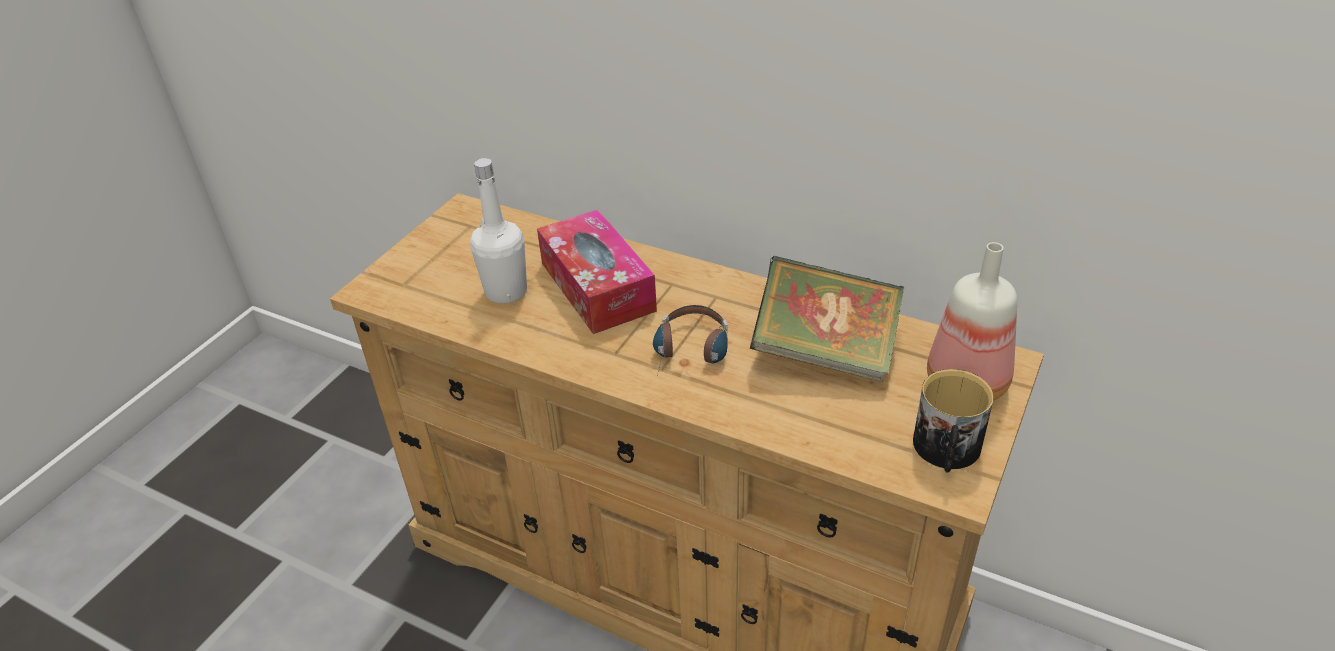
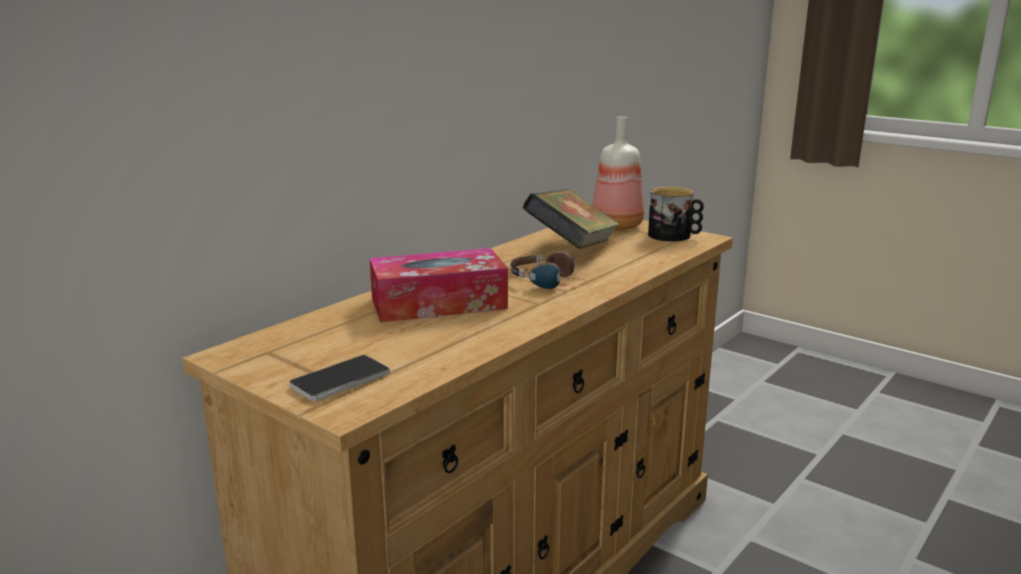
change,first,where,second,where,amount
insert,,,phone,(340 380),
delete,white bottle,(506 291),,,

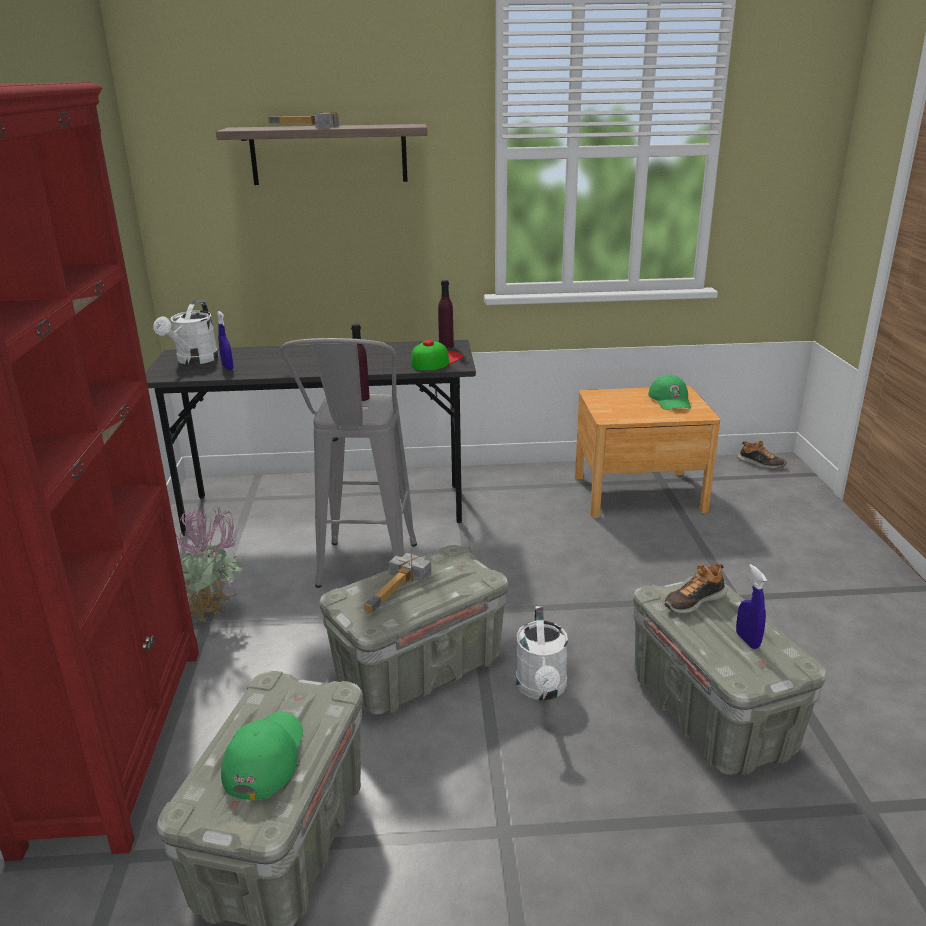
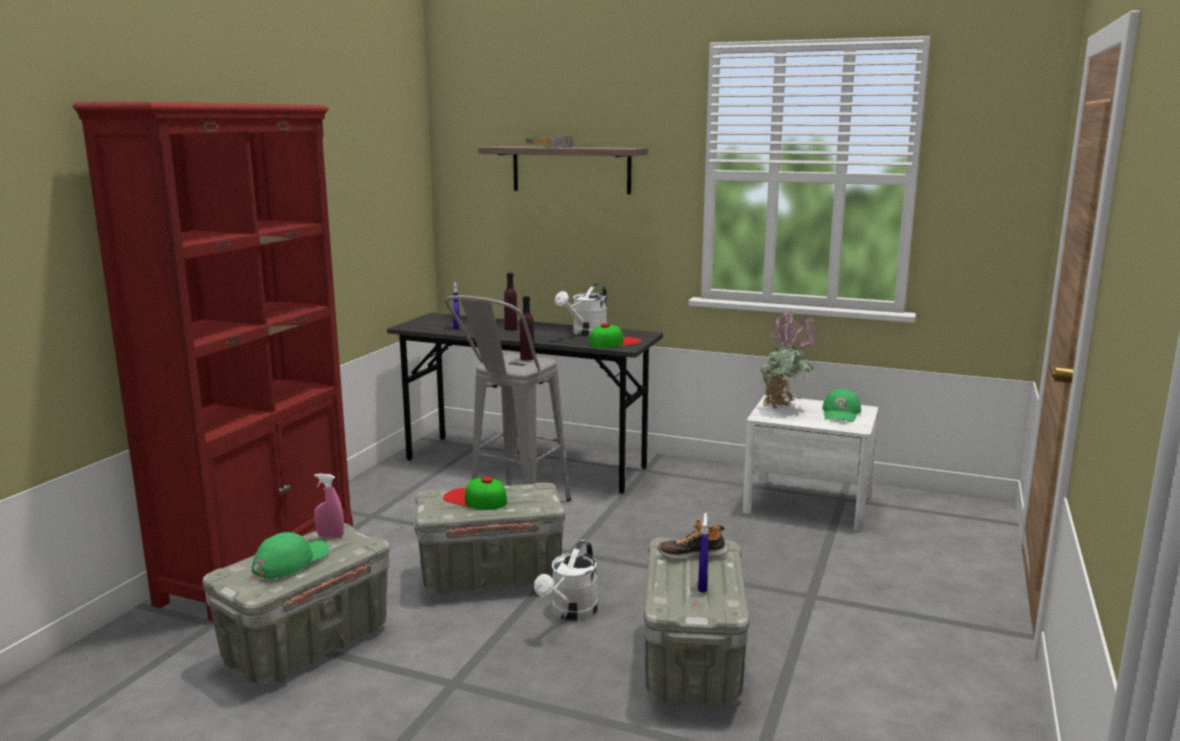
change,first,where,second,where,amount
insert,,,pink spray bottle,(330 536),
replace,hammer,(400 590),cap,(475 499),
move,purple bottle,(446 345),,(511 329),
move,white watering can,(194 361),,(586 333),
recolor,brown nightstand,(638 493),white nightstand,(807 504),
move,potted plant,(216 616),,(784 408),
delete,shoe,(760 463),,,

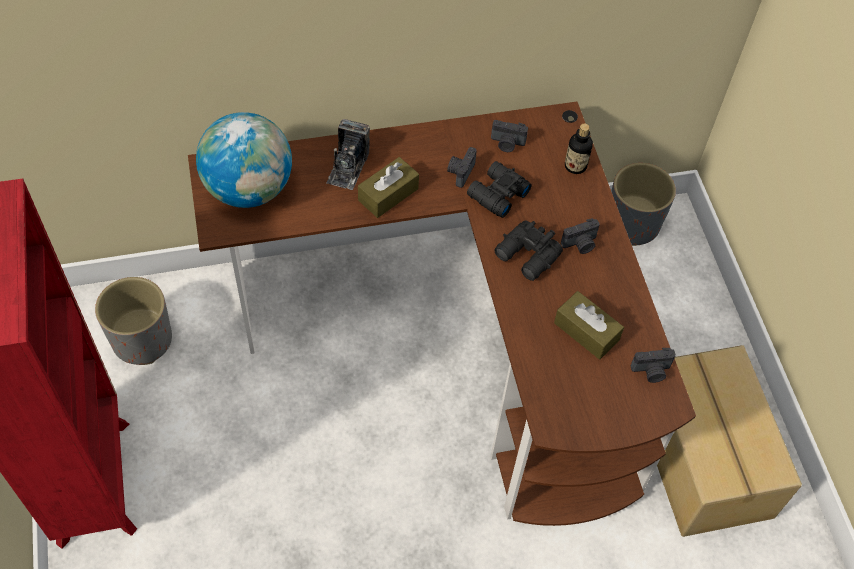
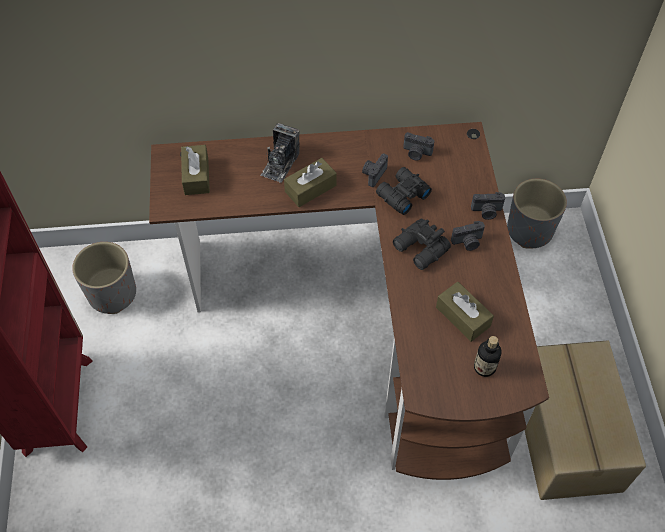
change,first,where,second,where,amount
replace,globe,(249 189),brown tissue box,(196 176),
move,photo camera,(651 371),,(486 212),
move,bottle,(575 166),,(484 367),

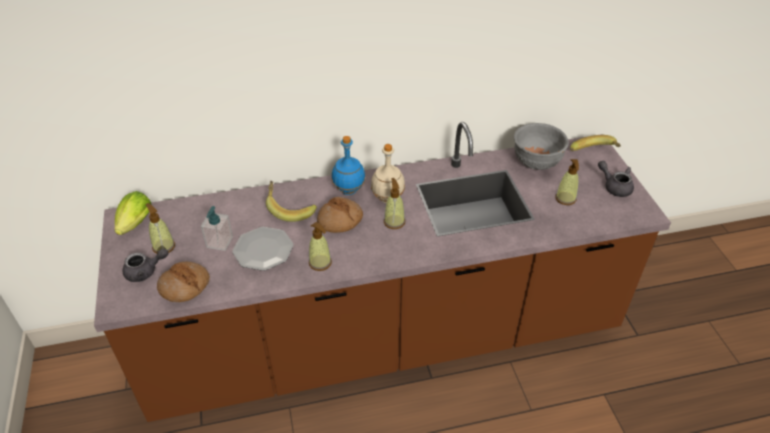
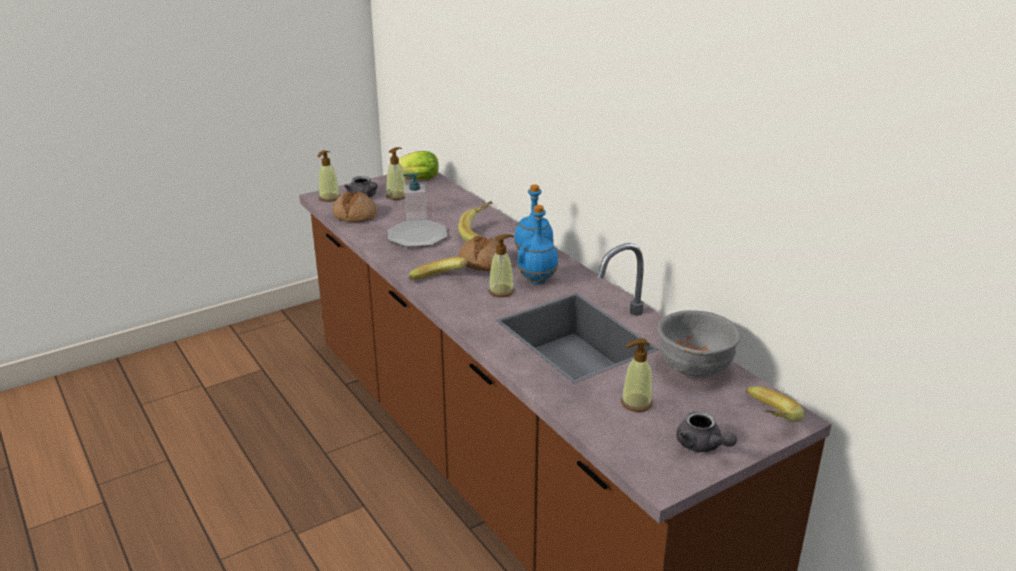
change,first,where,second,where,amount
move,soap dispenser,(320 263),,(329 198),
insert,,,banana,(441 282),
recolor,beige bottle,(387 198),blue bottle,(537 280),
rotate,grey teapot,(615 186),,(702 446),120 degrees clockwise

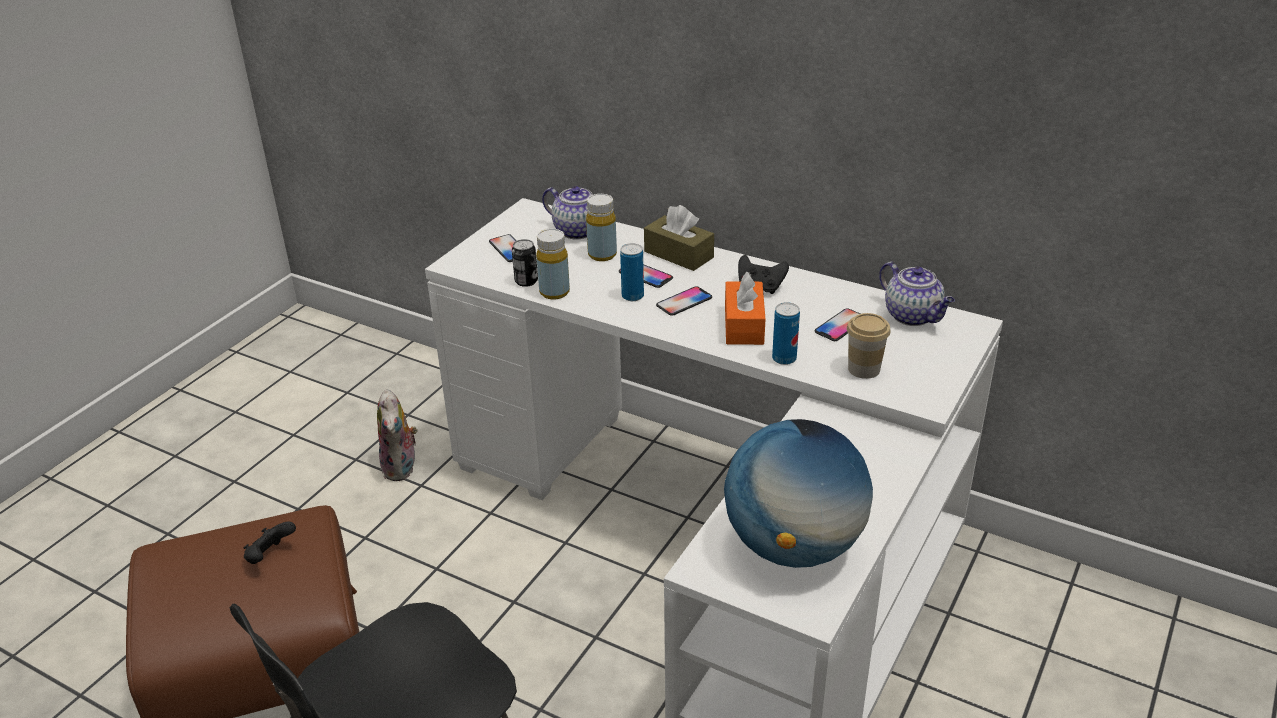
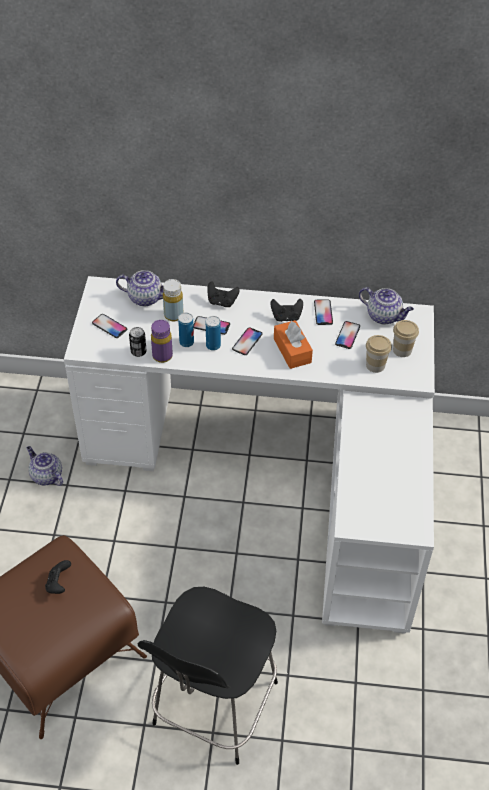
change,first,where,second,where,amount
replace,plush toy,(402 468),teapot,(46 476),
recolor,yellow bottle,(554 292),purple bottle,(162 356),
move,can,(784 359),,(186 342),
replace,brown tissue box,(678 254),black game controller,(222 302),
insert,,,phone,(323 312),
insert,,,cup,(402 350),
delete,globe,(793 546),,,

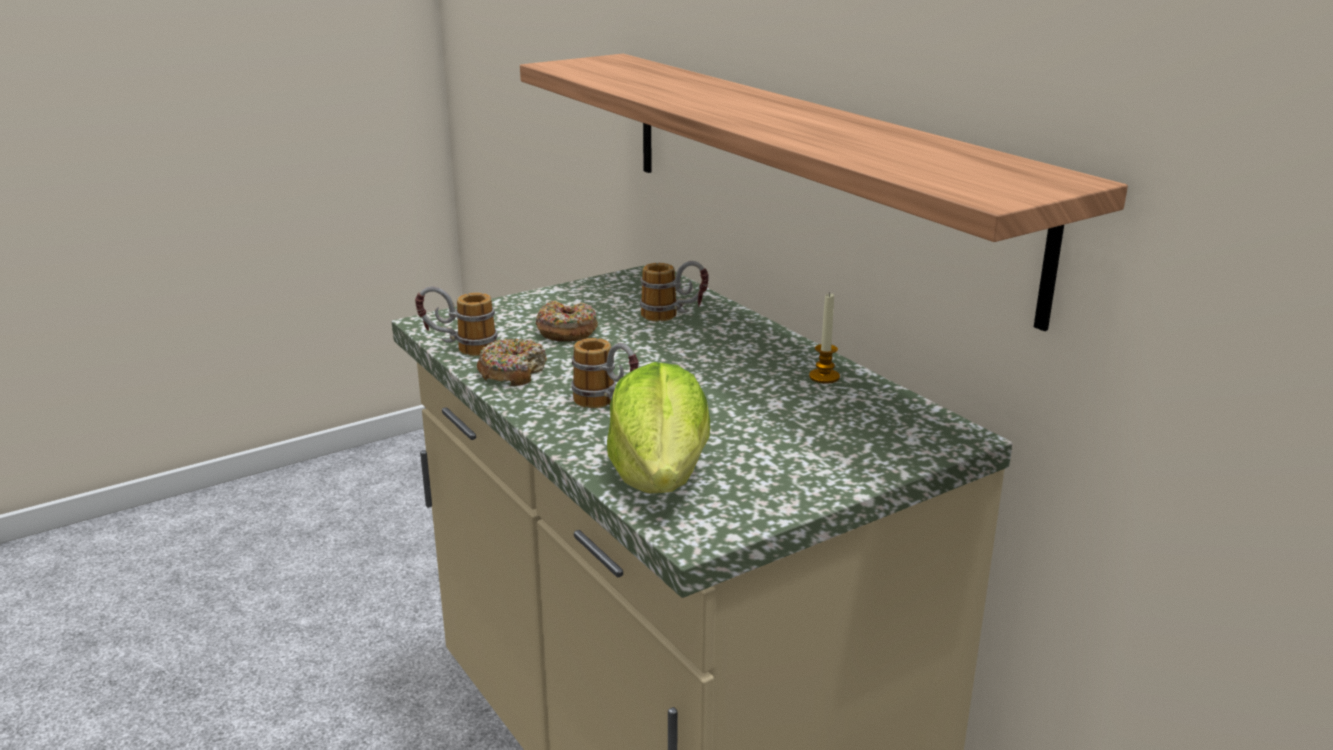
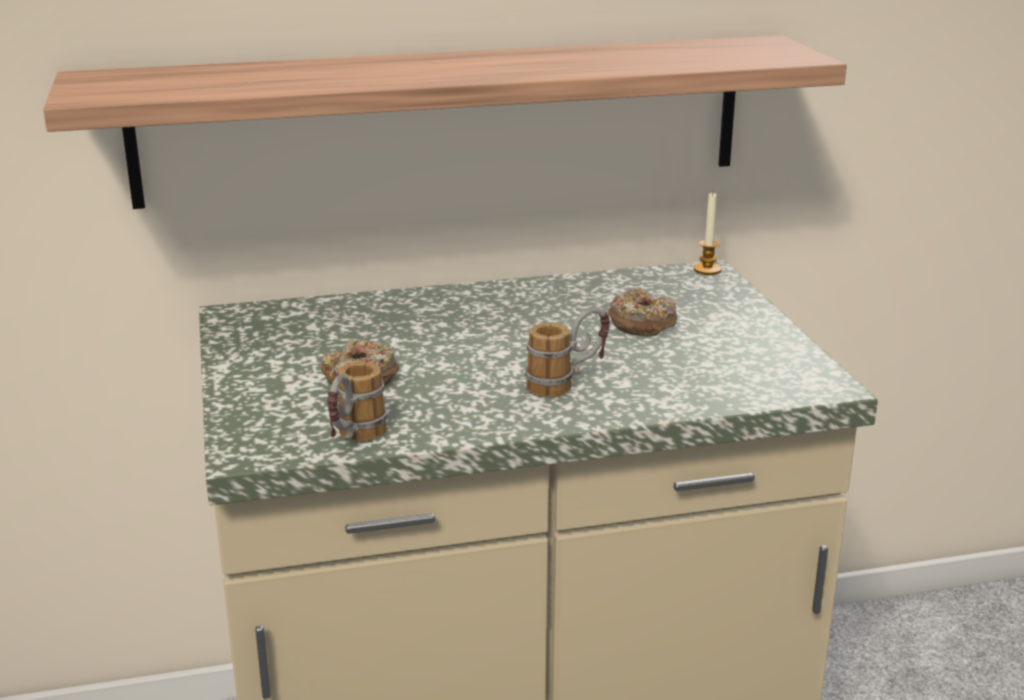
change,first,where,second,where,amount
move,donut,(512 373),,(642 324),
move,candle,(824 377),,(707 270),
delete,lettuce,(660 476),,,
delete,mug,(674 317),,,

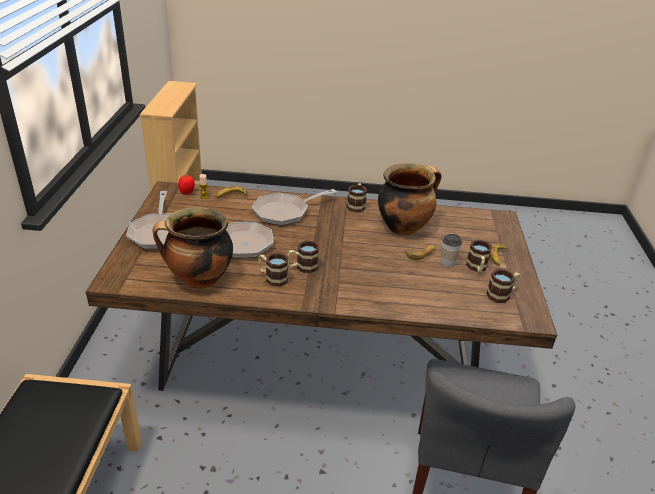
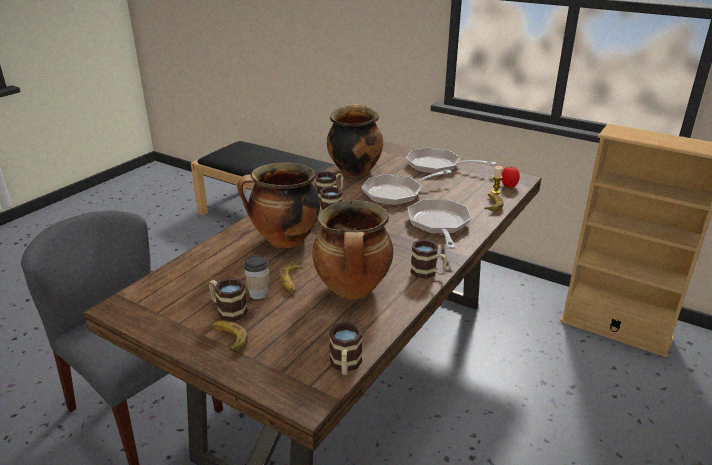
change,first,where,second,where,amount
insert,,,cooking pot,(284 241),
move,mug,(502 294),,(345 365),

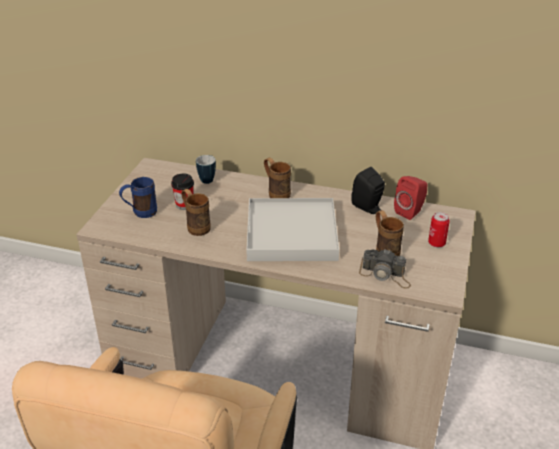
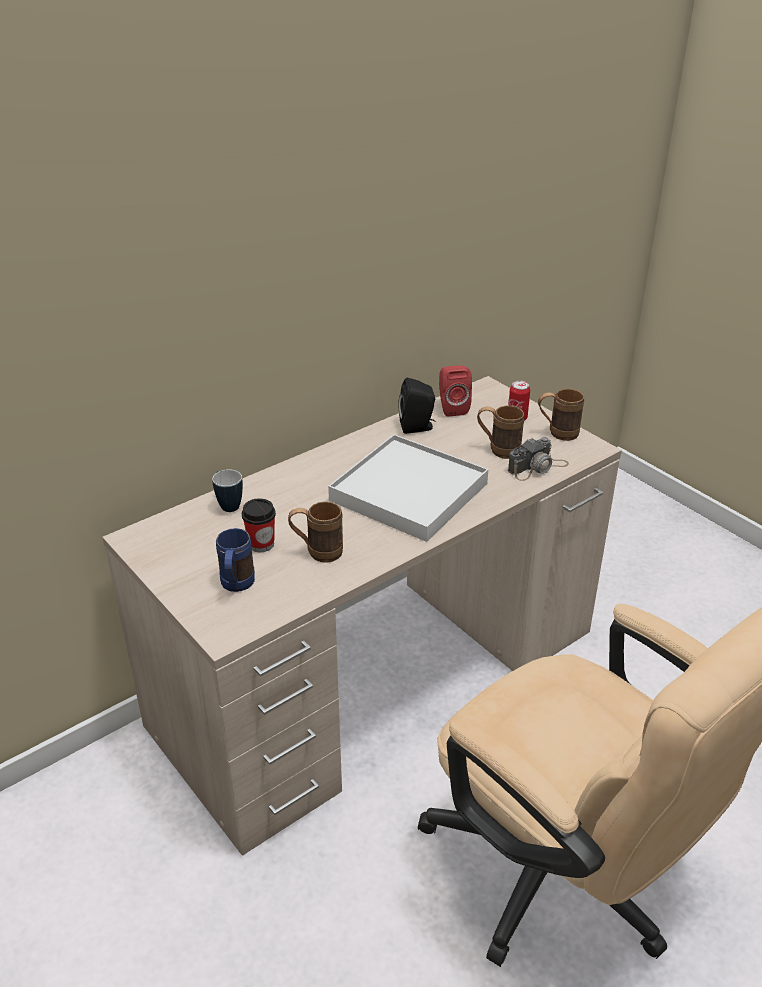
change,first,where,second,where,amount
move,brown mug,(276 193),,(557 433),

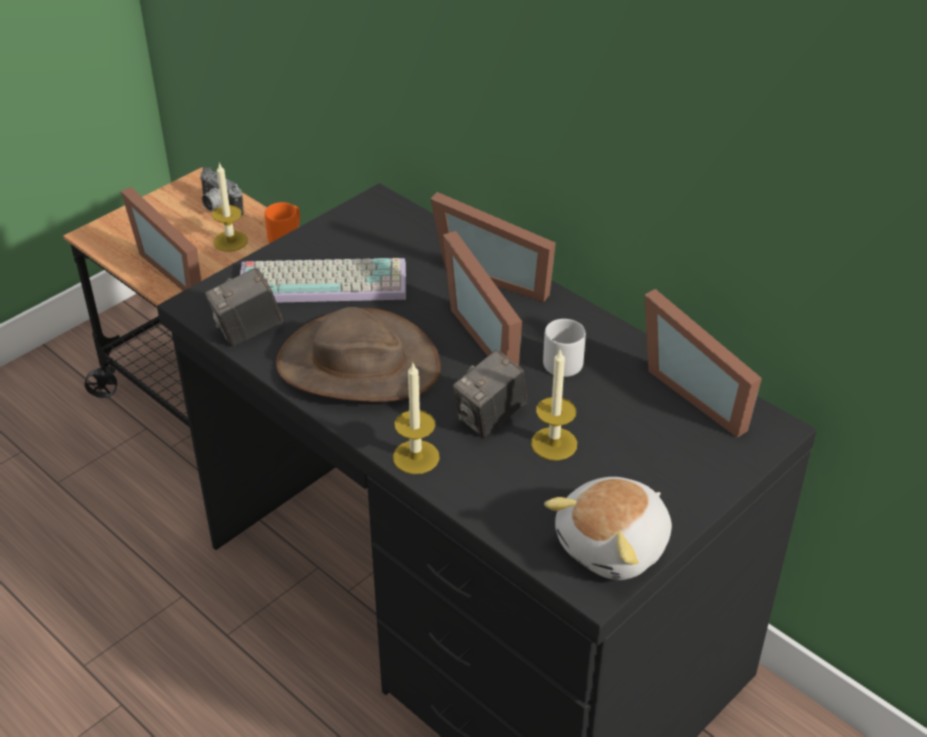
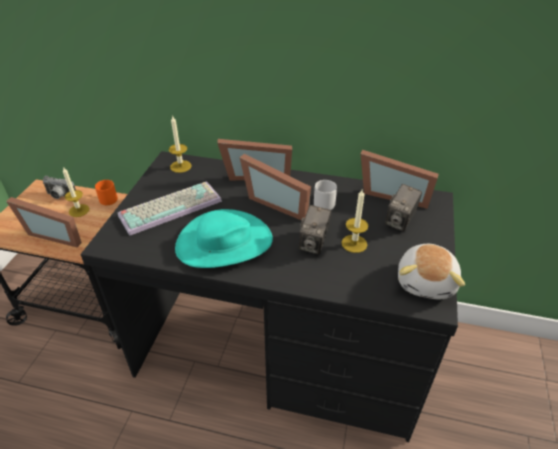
change,first,where,second,where,amount
move,candle,(416 457),,(180 166),
recolor,brown hat,(358 365),turquoise hat,(224 243),
move,photo camera,(248 331),,(400 221),

